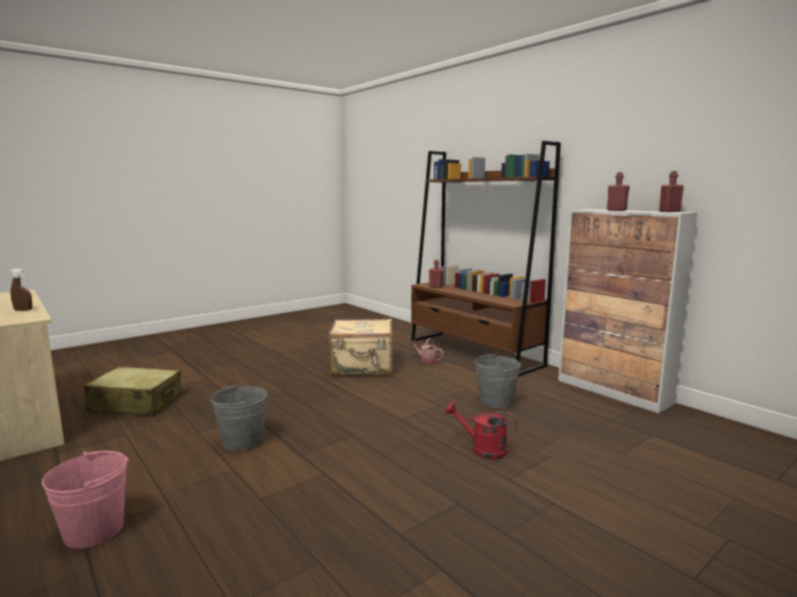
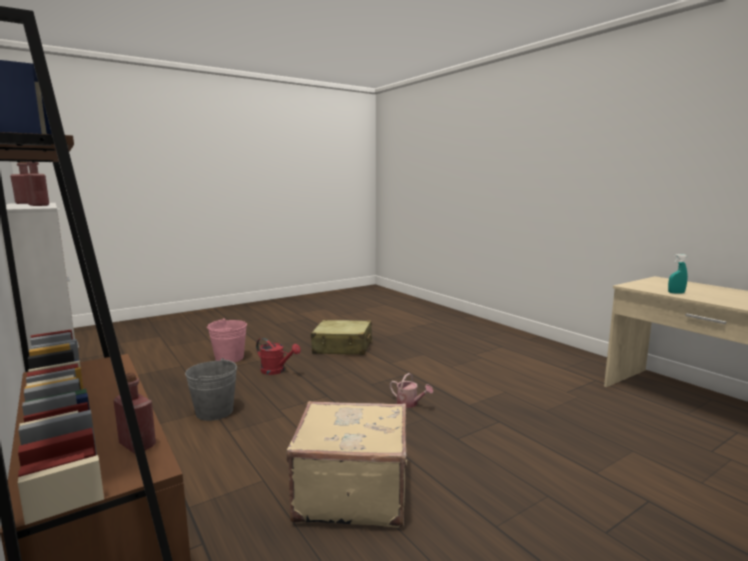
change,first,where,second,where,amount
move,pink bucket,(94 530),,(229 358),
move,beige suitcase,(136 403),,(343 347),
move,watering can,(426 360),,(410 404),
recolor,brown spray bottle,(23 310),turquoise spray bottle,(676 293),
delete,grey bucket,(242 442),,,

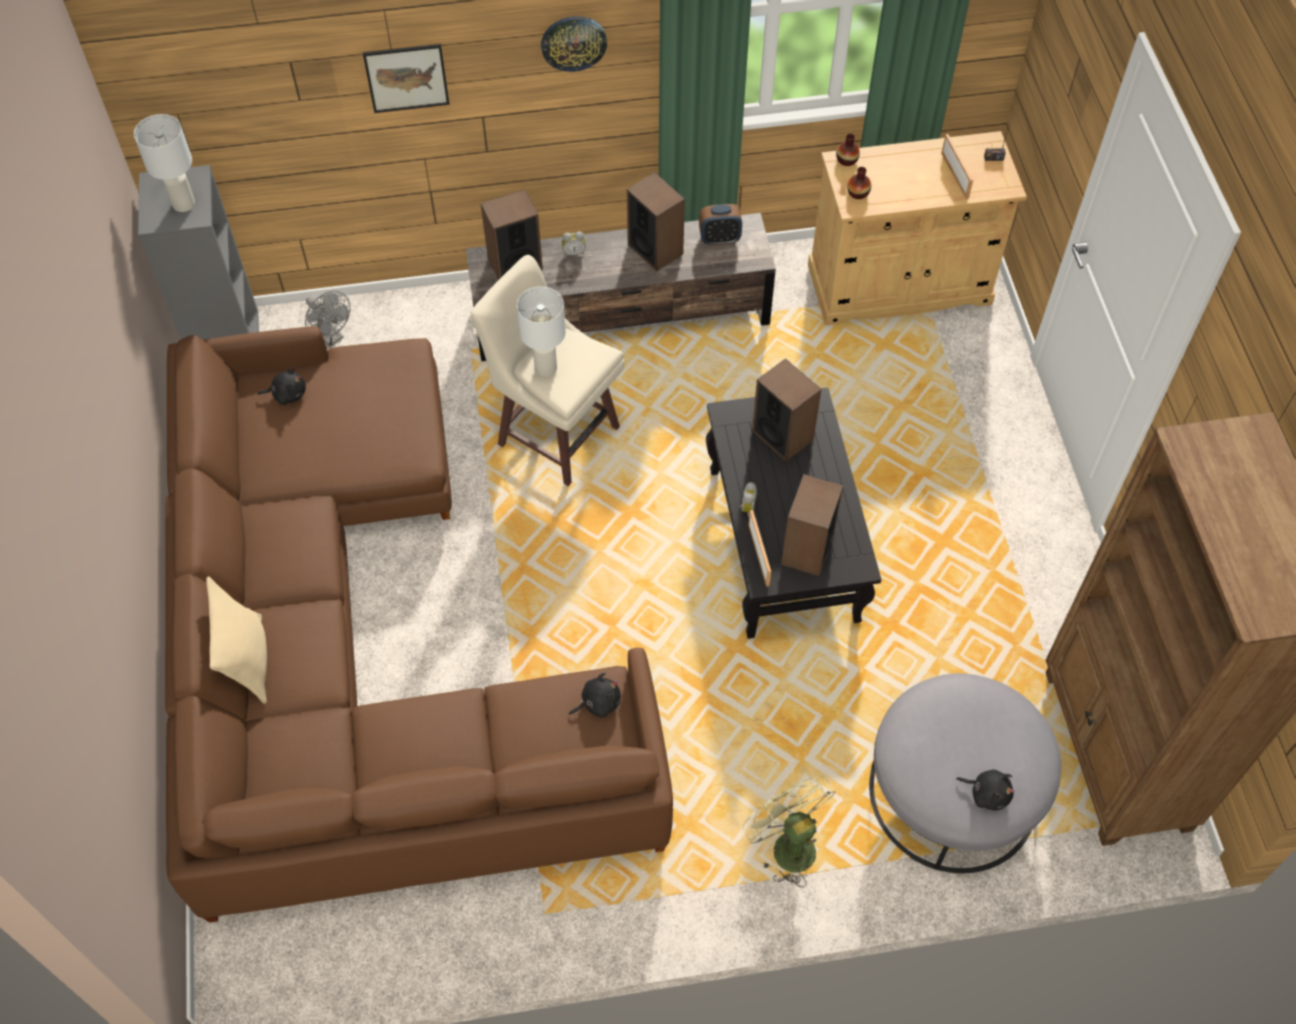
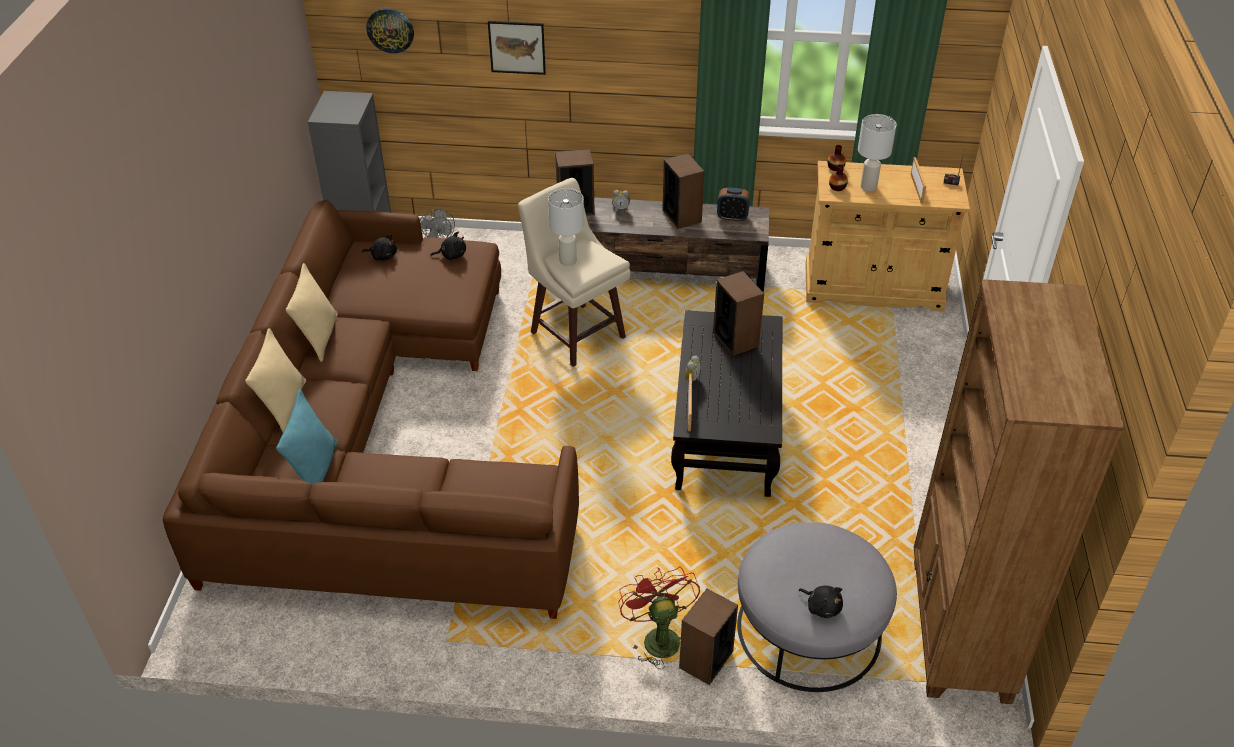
change,first,where,second,where,amount
insert,,,turquoise pillow,(316 470),
insert,,,beige pillow,(319 337),
move,wall clock,(573 42),,(390 30),
move,black plush toy,(598 702),,(452 255),
recolor,green fan,(787 844),red fan,(657 636),
move,speaker,(807 549),,(705 660),
move,white table lamp,(183 203),,(868 186),

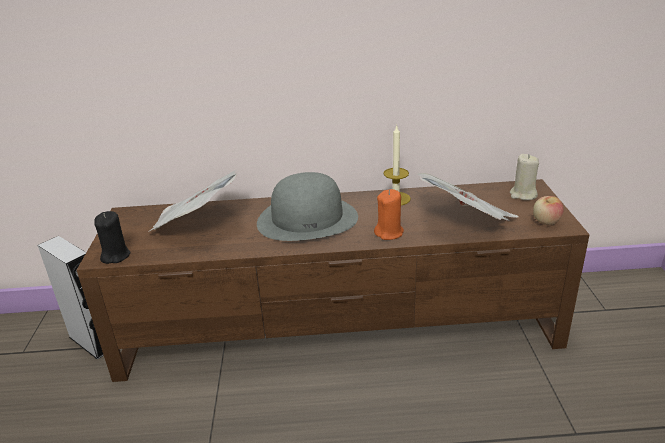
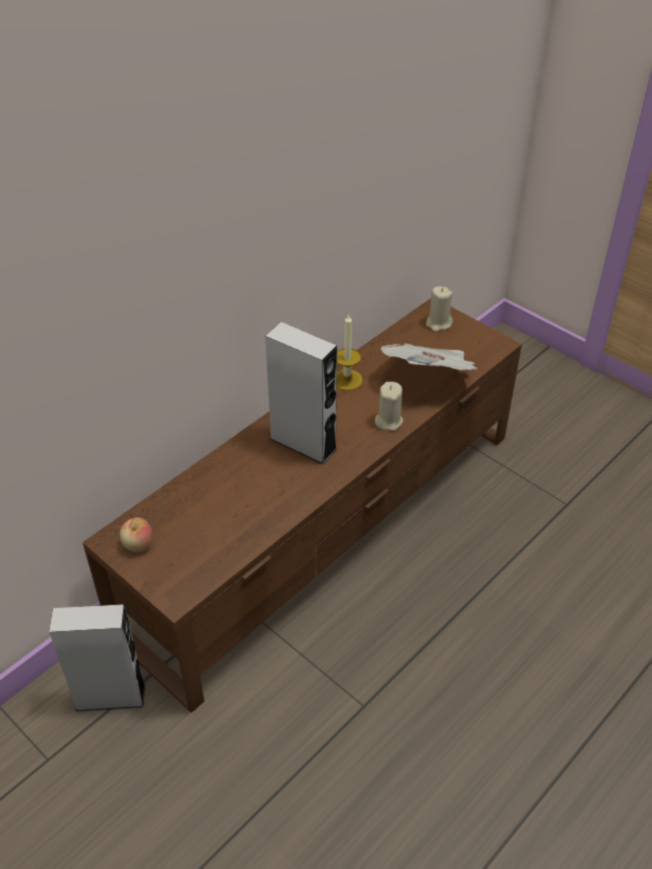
change,first,where,second,where,amount
move,apple,(546 222),,(138 544),
replace,grey hat,(308 219),grey speaker,(303 443),
recolor,orange candle,(389 233),beige candle,(388 421),
delete,black candle,(115 256),,,
delete,newspaper,(196 223),,,

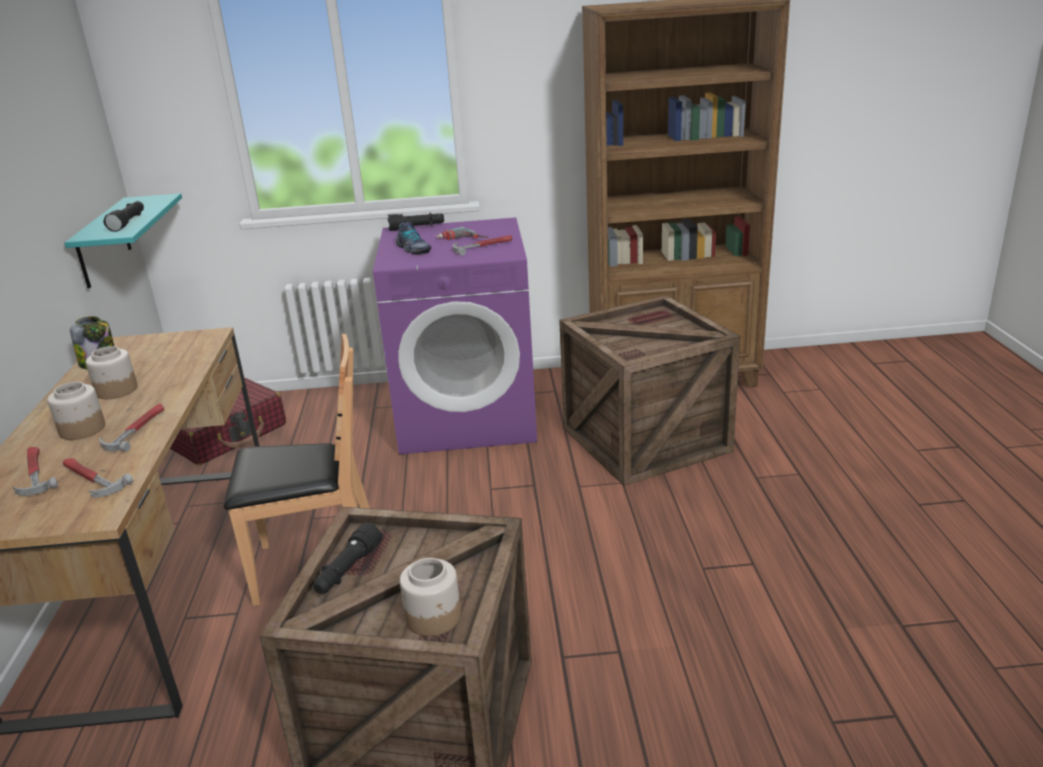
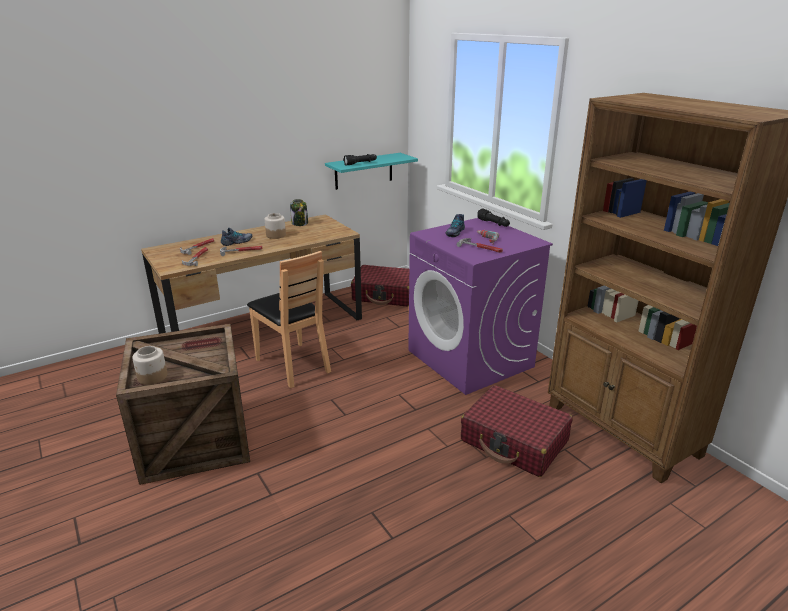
change,first,where,second,where,amount
replace,jar,(82 430),shoe,(237 242),
replace,crate,(646 438),red suitcase,(514 441),
delete,black flashlight,(348 570),,,

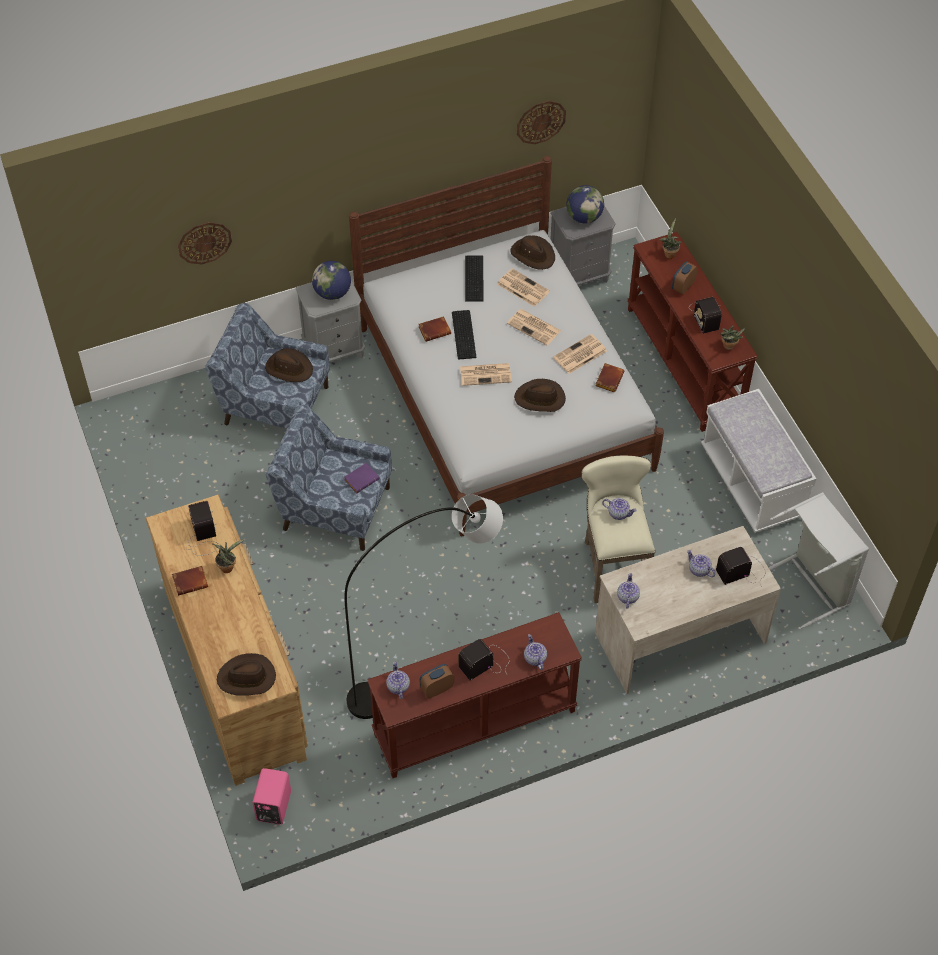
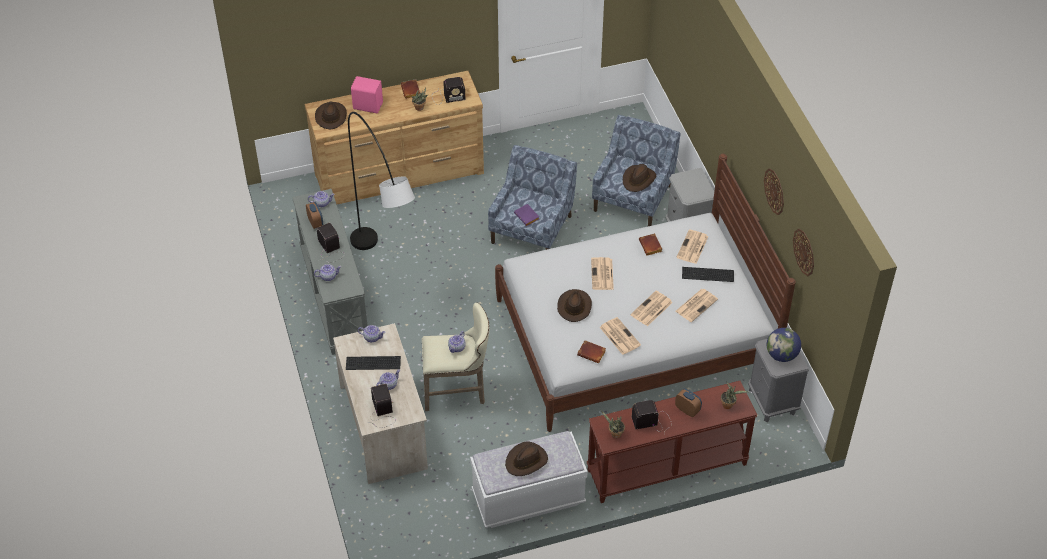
change,first,where,second,where,amount
recolor,brown console table,(474 724),grey console table,(333 297),
move,keyboard,(464 334),,(374 364),
move,pink speaker,(272 806),,(367 105),
move,brown hat,(533 254),,(526 461),
insert,,,newspaper,(692 247),
move,wall clock,(204 242),,(774 191),
delete,globe,(332 293),,,
delete,grey laundry basket,(811 585),,,

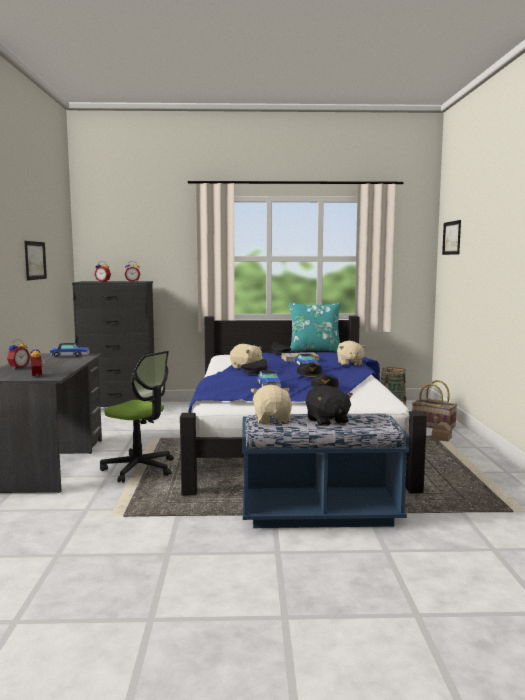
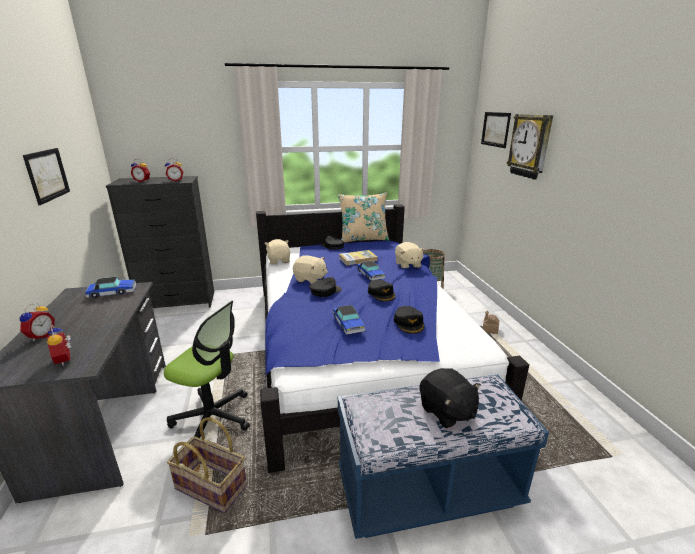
change,first,where,second,where,amount
move,basket,(434 425),,(212 486),
move,beige plush toy,(272 420),,(279 260),
recolor,turquoise pillow,(314 350),beige pillow,(363 239),
insert,,,wall clock,(530 146),

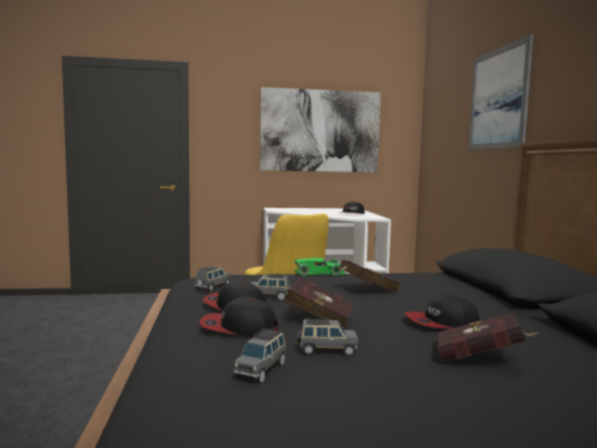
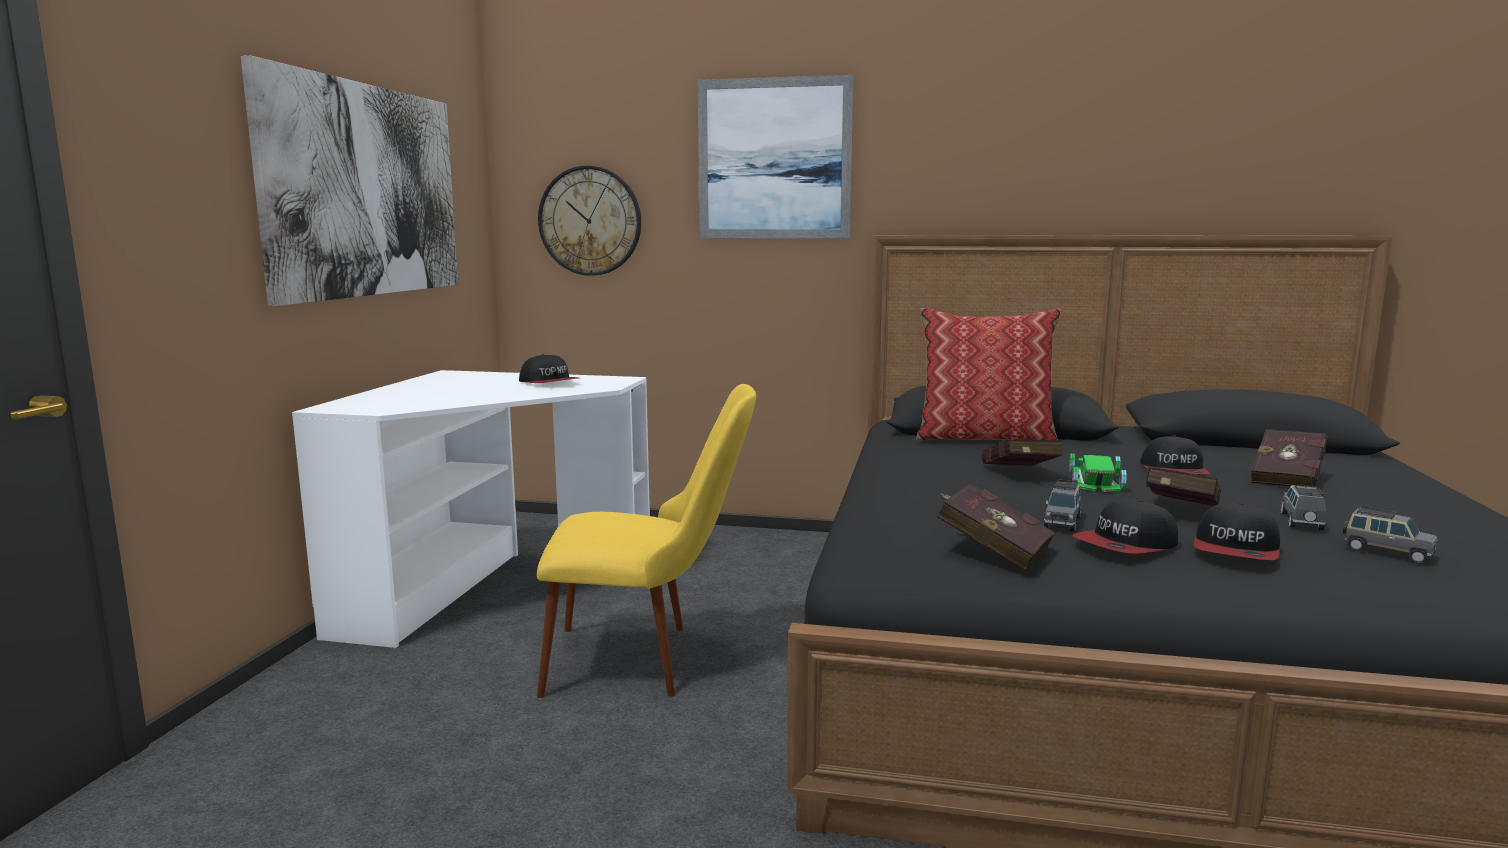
change,first,where,second,where,amount
insert,,,wall clock,(590 221),
insert,,,pillow,(984 438),
replace,grey toy car,(212 287),red book,(990 550),
move,green toy car,(319 272),,(1096 480),

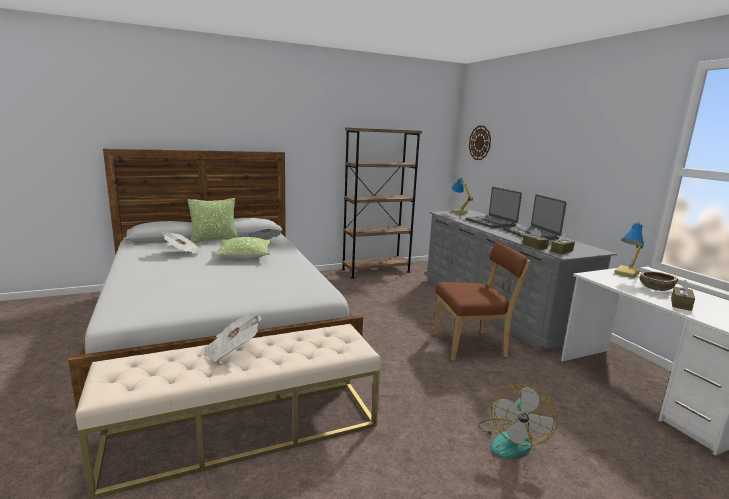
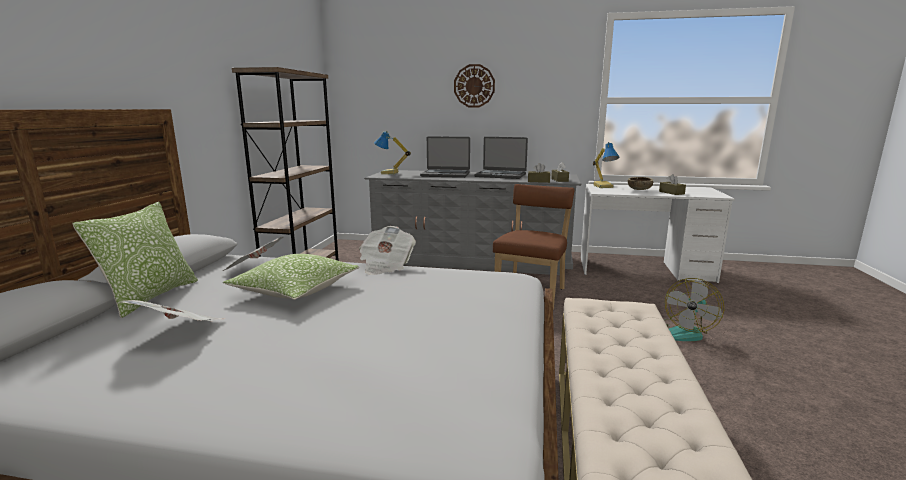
change,first,where,second,where,amount
move,newspaper,(231 351),,(386 265),
move,wall clock,(480 142),,(474 86),
rotate,fan,(511 439),,(685 332),75 degrees clockwise

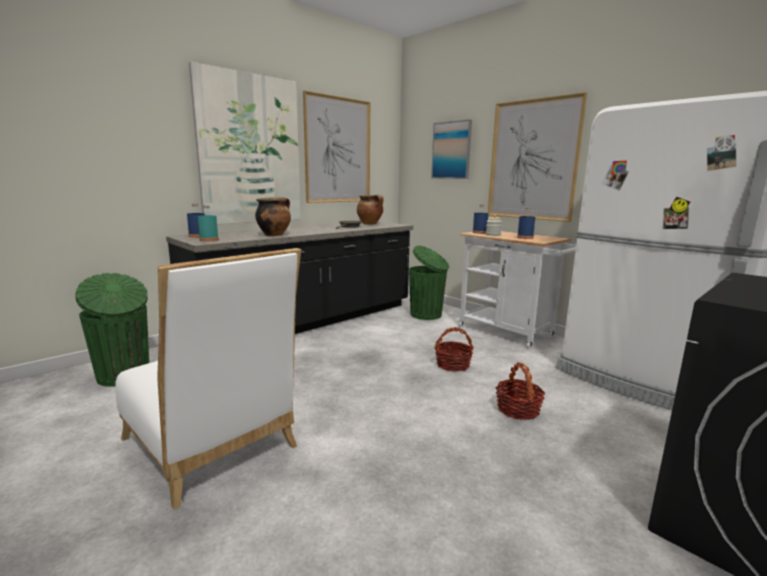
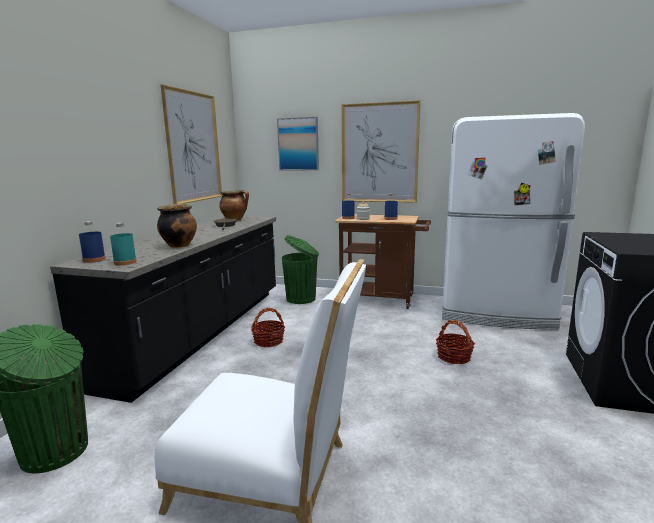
change,first,where,second,where,amount
move,basket,(453 365),,(268 341),
recolor,white cart,(510 333),brown cart,(382 299),
delete,picture,(250 150),,,

